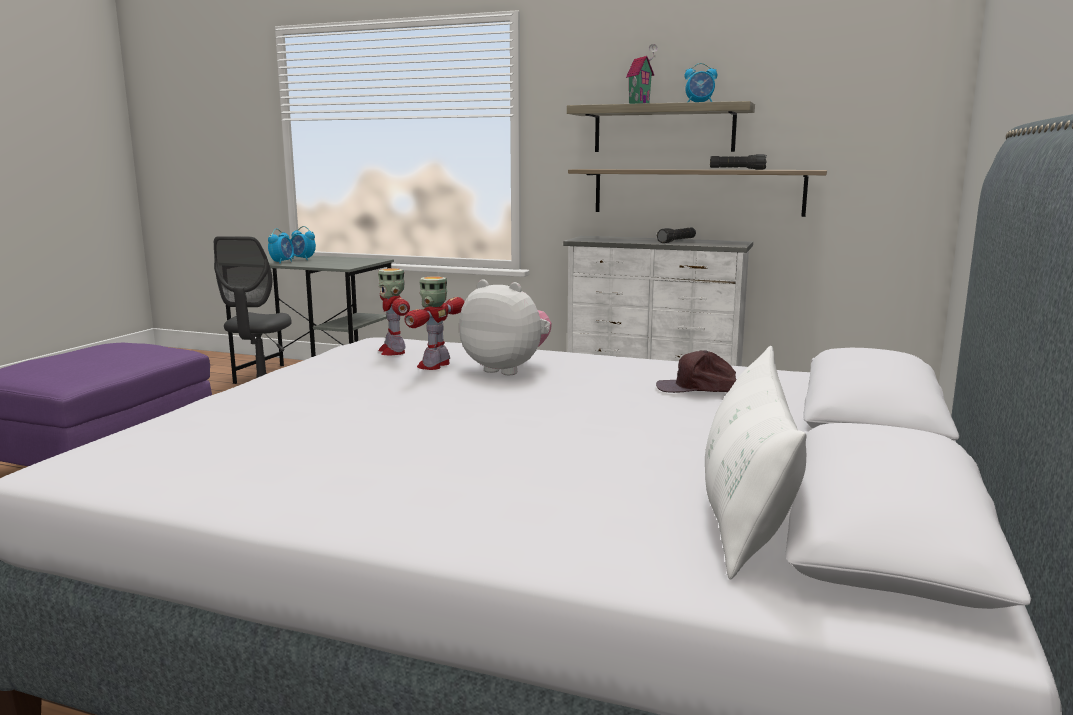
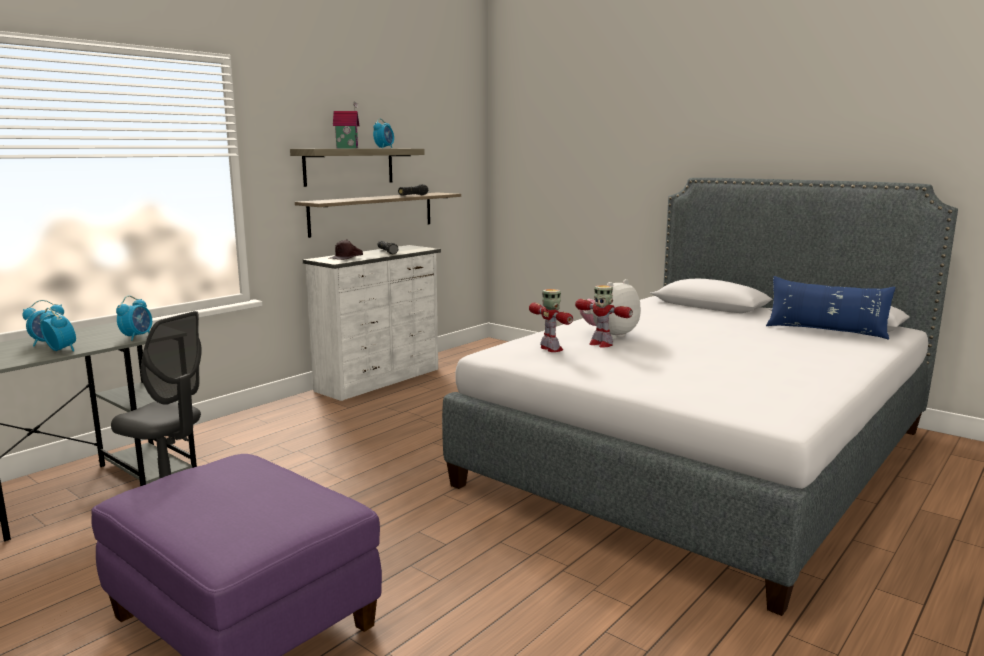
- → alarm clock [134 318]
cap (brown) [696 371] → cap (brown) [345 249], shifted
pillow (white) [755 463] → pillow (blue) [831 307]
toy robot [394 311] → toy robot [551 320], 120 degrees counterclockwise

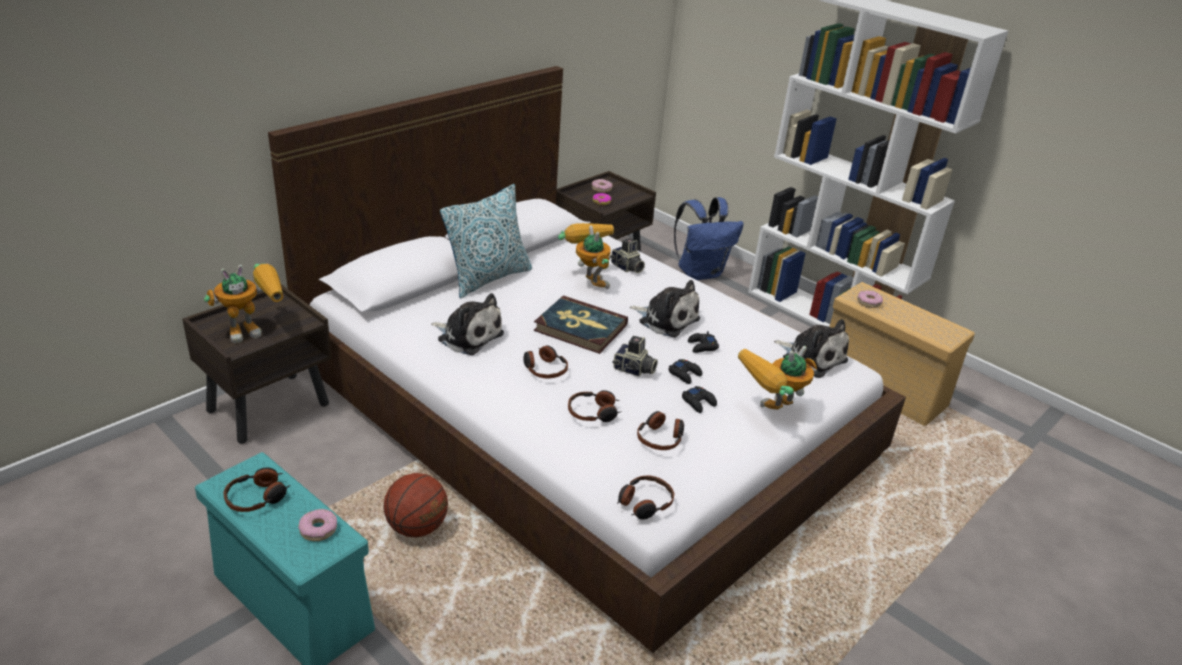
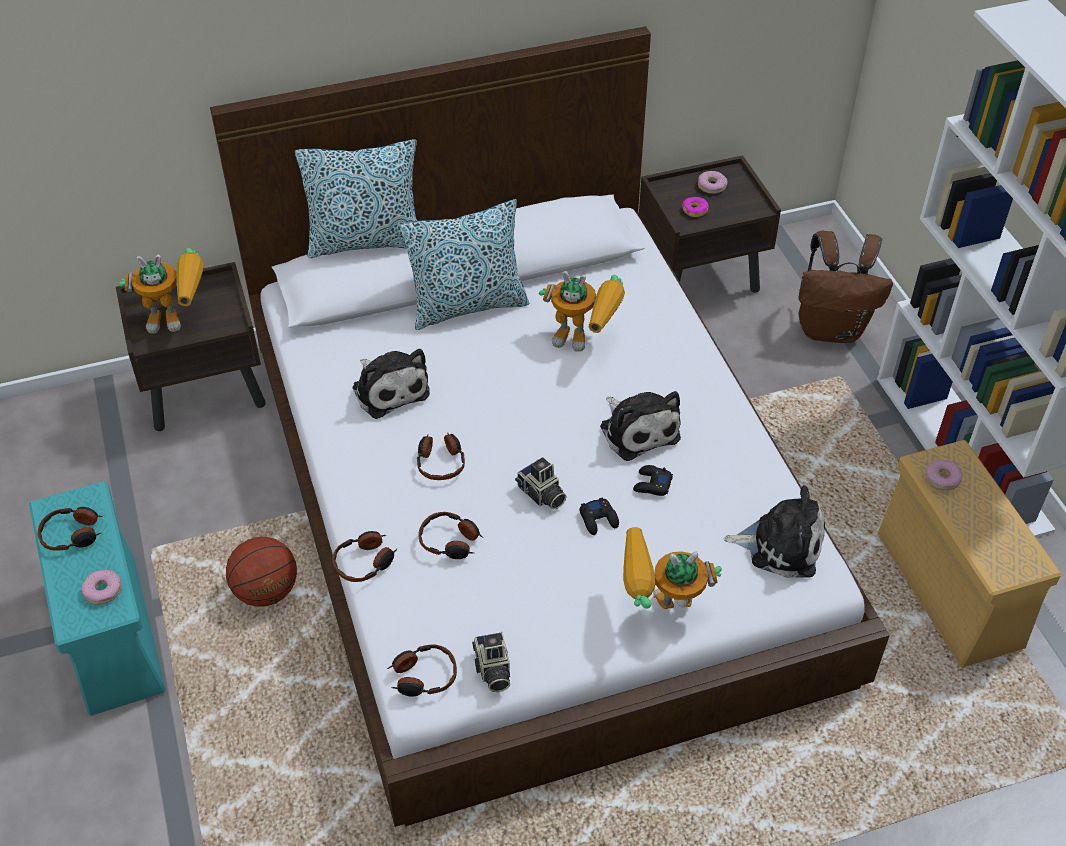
book [581 325] → -
game controller (black) [699 399] → -
- → pillow [356 198]
photo camera [627 255] → photo camera [491 662], shifted
headphones [660 430] → headphones [364 556], shifted
backpack (blue) [709 238] → backpack (brown) [845 287]
toy robot [586 256] → toy robot [582 311], 105 degrees clockwise
plush toy [811 348] → plush toy [774 531], 60 degrees counterclockwise

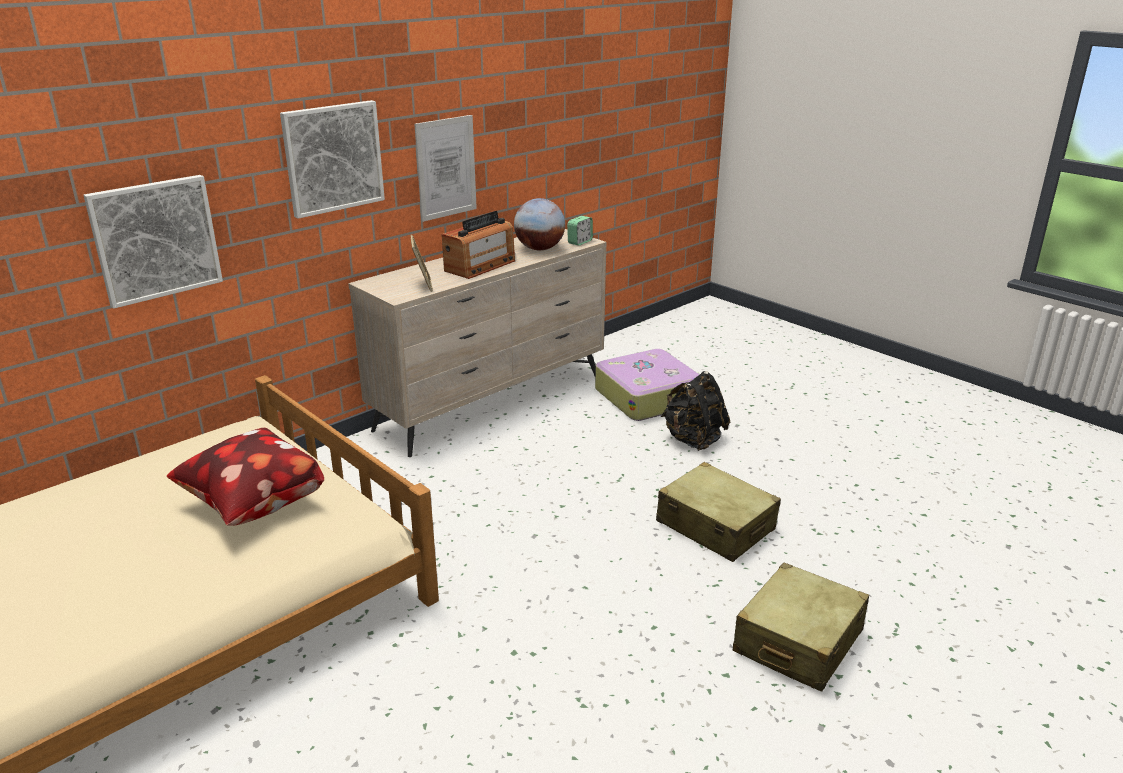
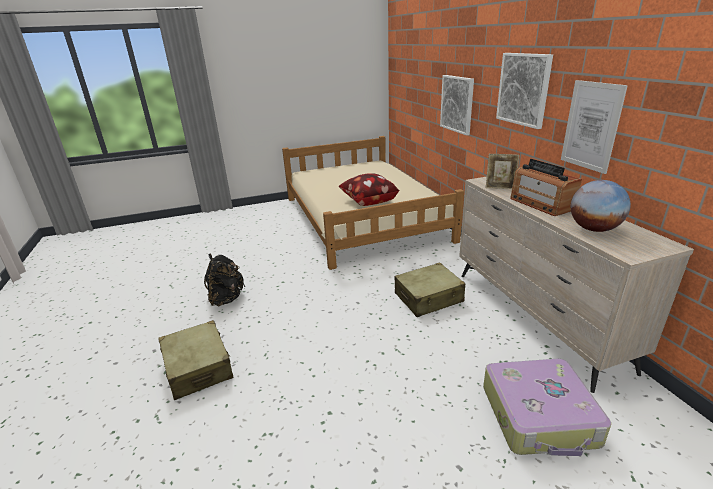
alarm clock [580 231] → -
suitcase (beige) [718 512] → suitcase (beige) [429 290], shifted
backpack (black) [695 411] → backpack (black) [224 280], shifted

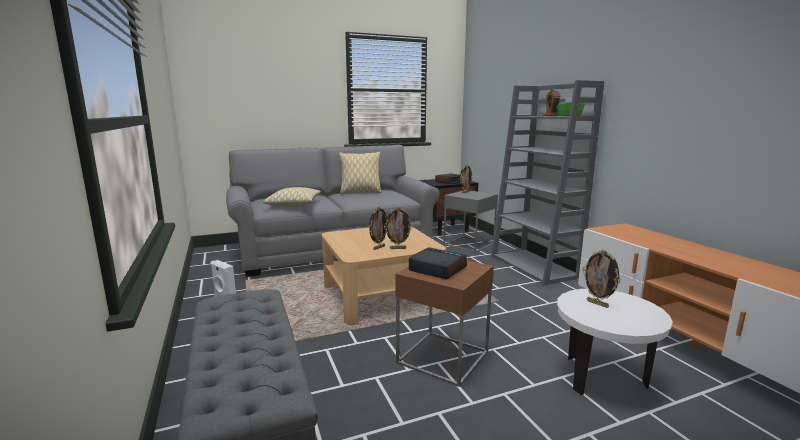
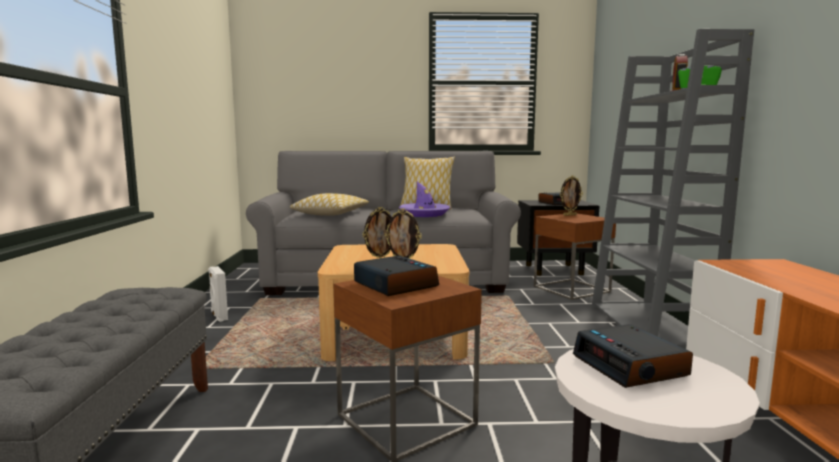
- → hat (purple) [424 199]
picture frame [601 278] → alarm clock [633 356]
side table (grey) [470 221] → side table (brown) [575 256]

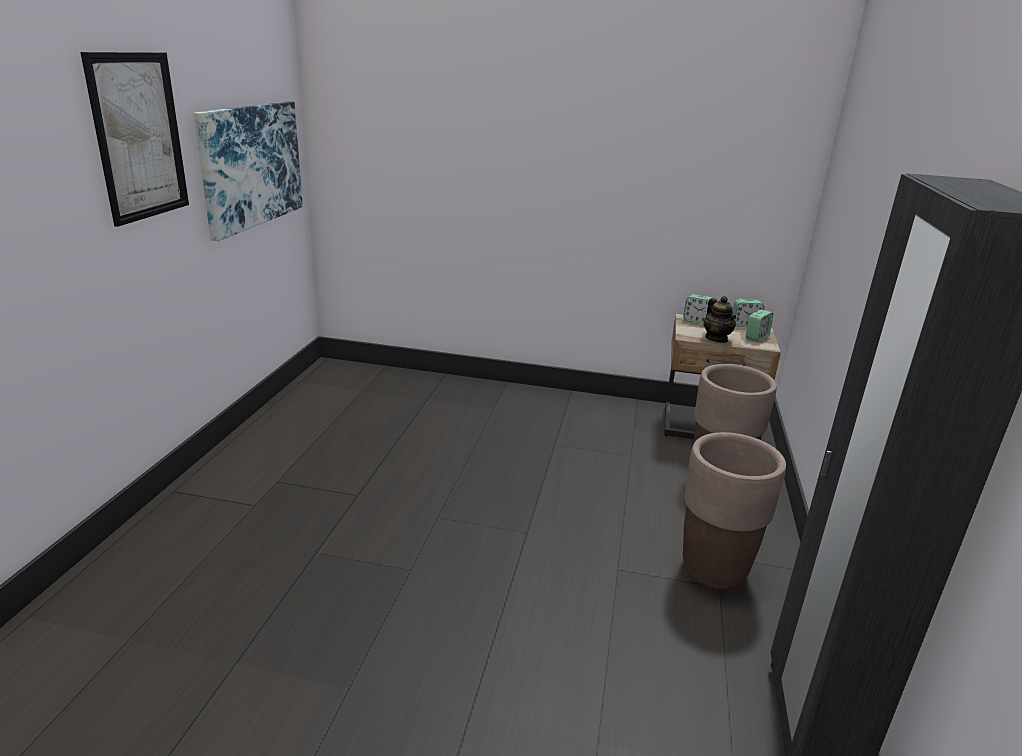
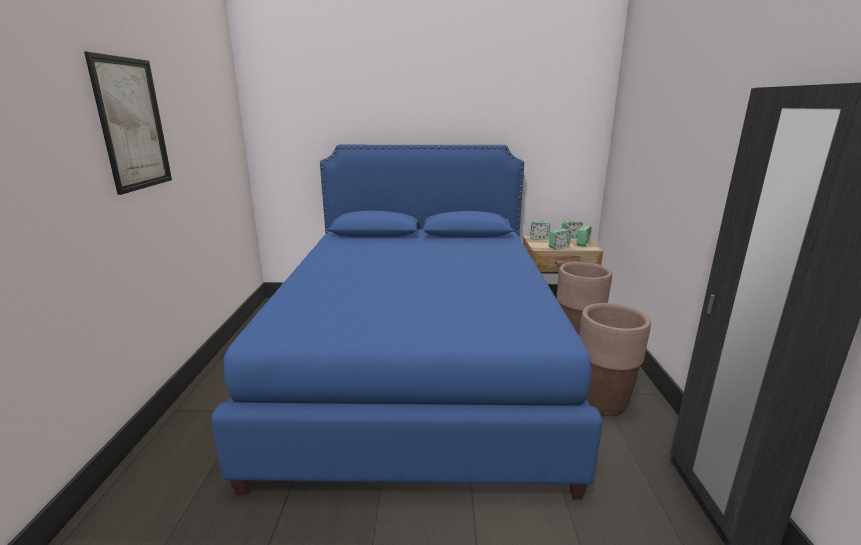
picture [248 171] → -
- → bed (blue) [407 322]
teapot [719 319] → alarm clock [560 239]

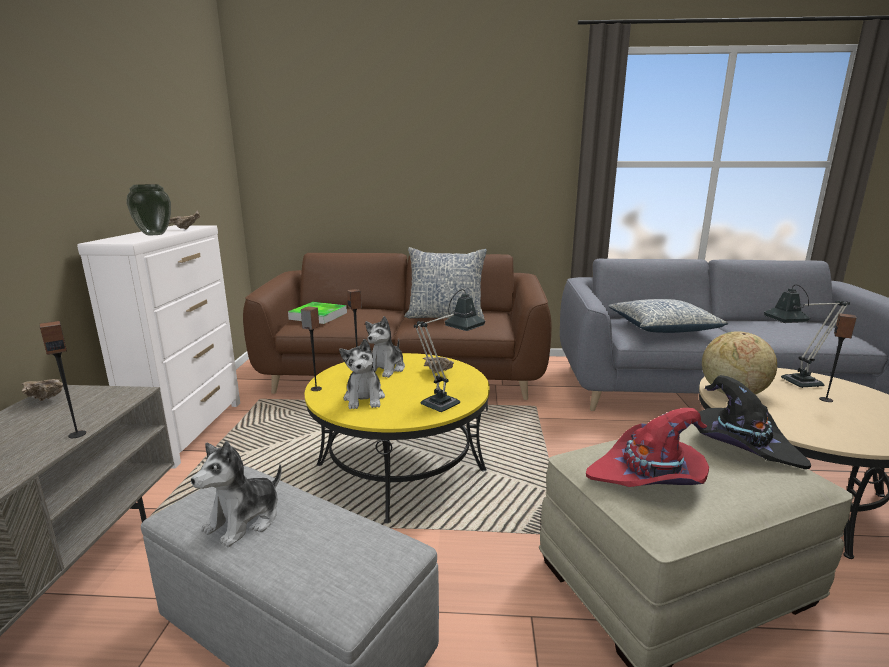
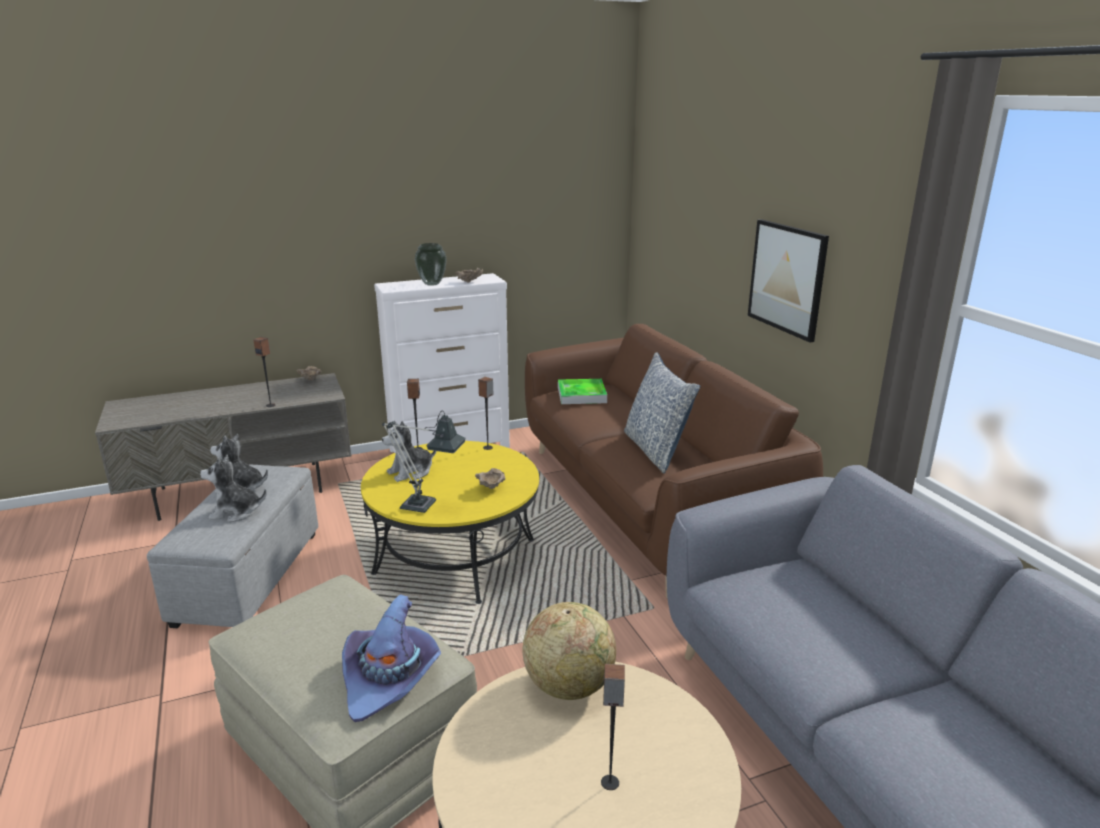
hat (red) [647 447] → -
pillow [668 316] → -
table lamp [807 336] → -
- → picture [788 281]
plush toy [385 347] → plush toy [233 488], shifted
hat (black) [754 422] → hat (purple) [391 658]

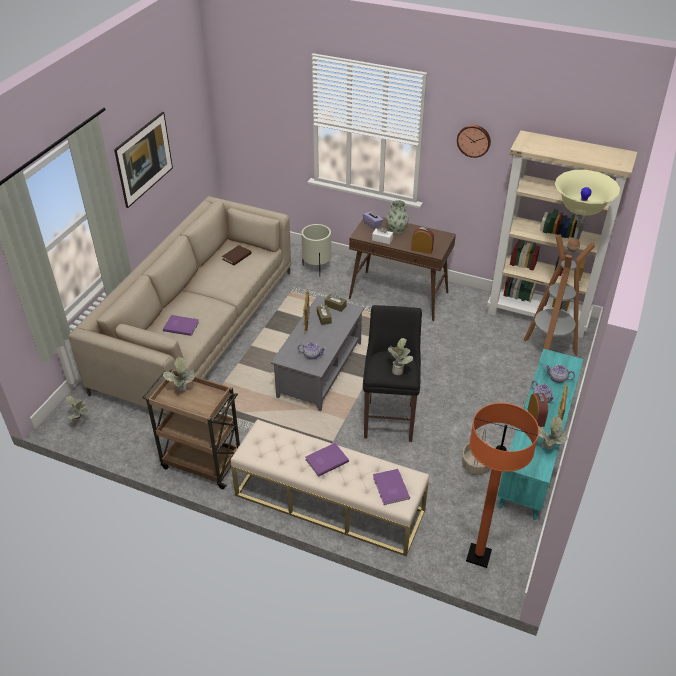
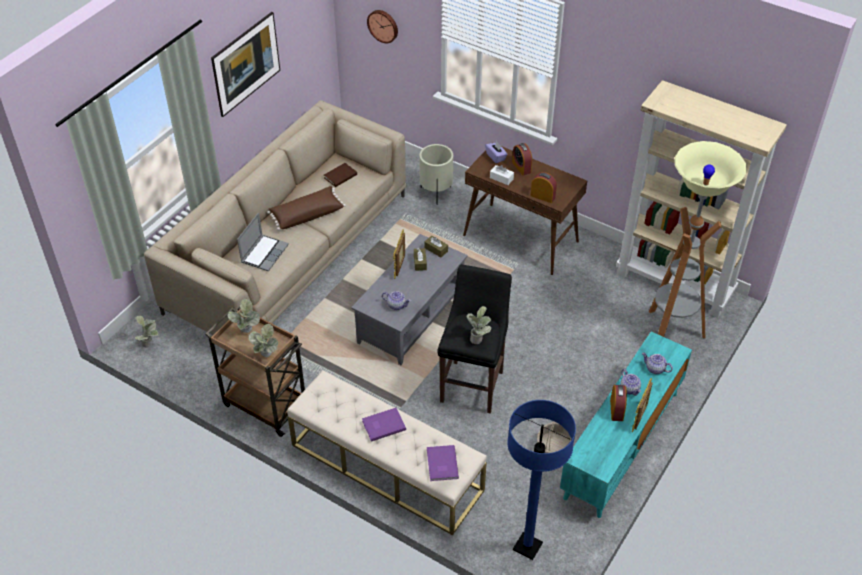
- → pillow (brown) [306 208]
wall clock [474 141] → wall clock [382 26], shifted
potted plant [553 432] → potted plant [263 340], shifted
book (purple) [181 325] → laptop [263 242]
vase [397 217] → alarm clock [522 159]
floor lamp (orange) [502 485] → floor lamp (blue) [541 480]

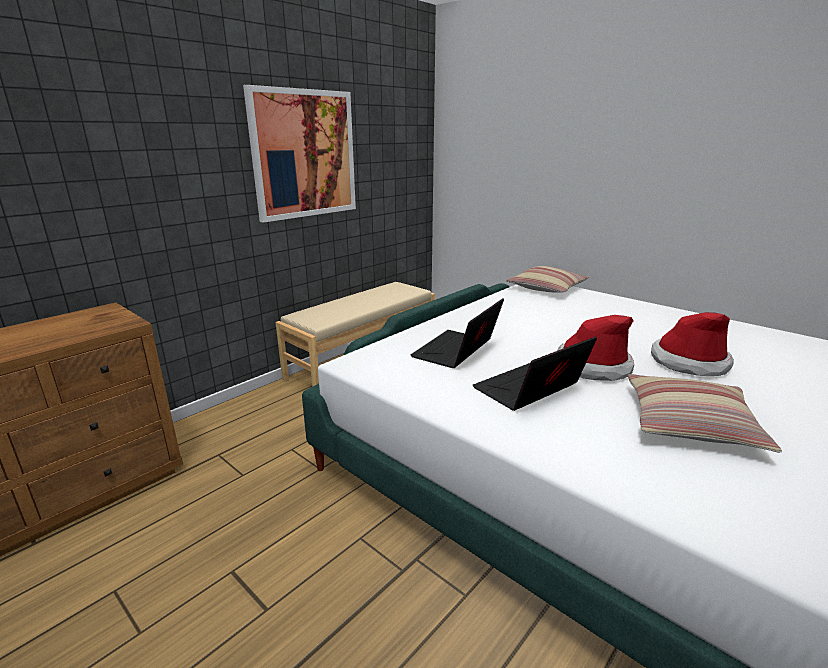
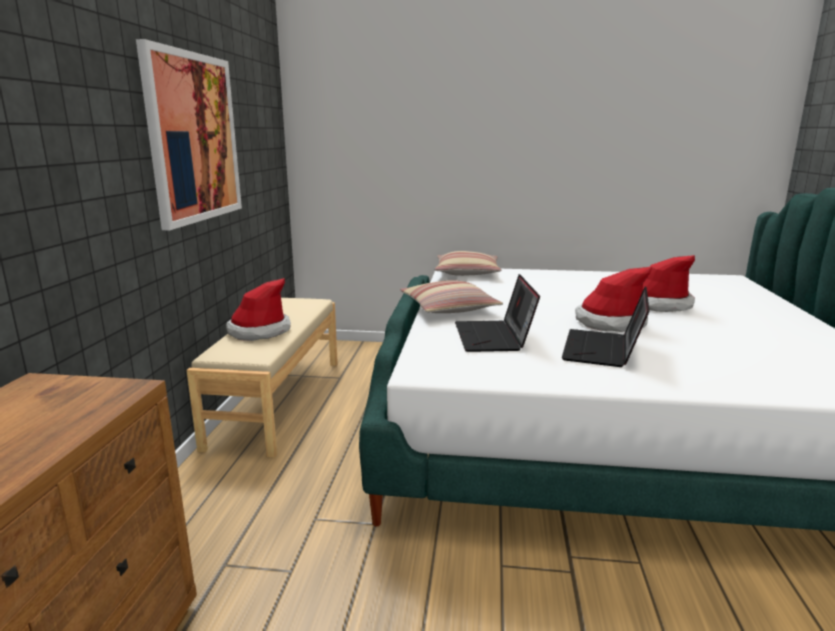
- → hat [258 309]
pillow [705 413] → pillow [451 296], shifted

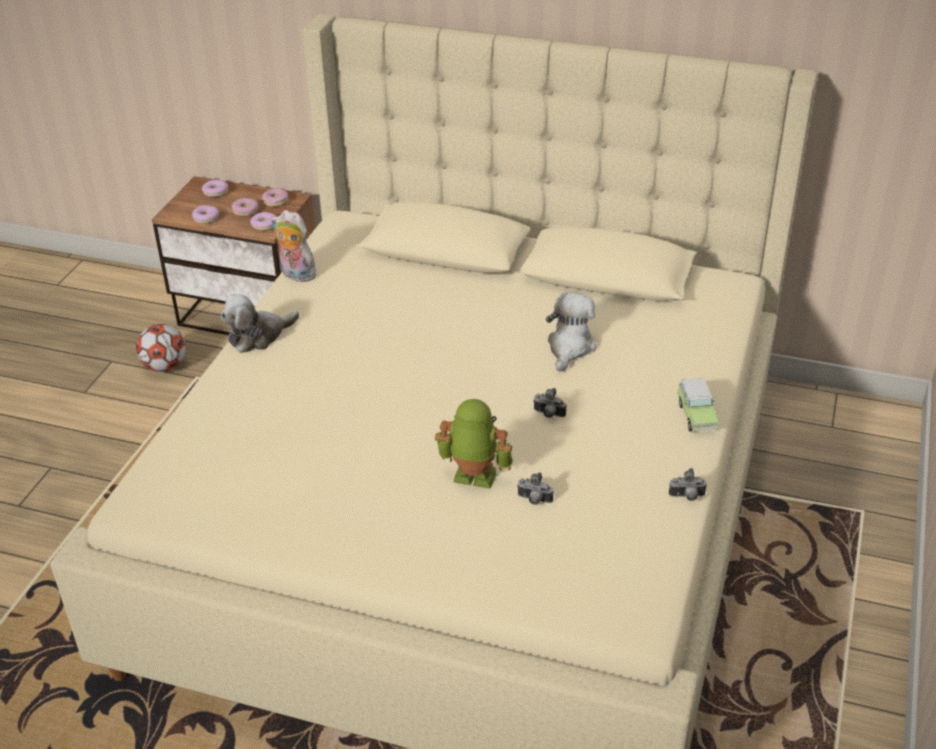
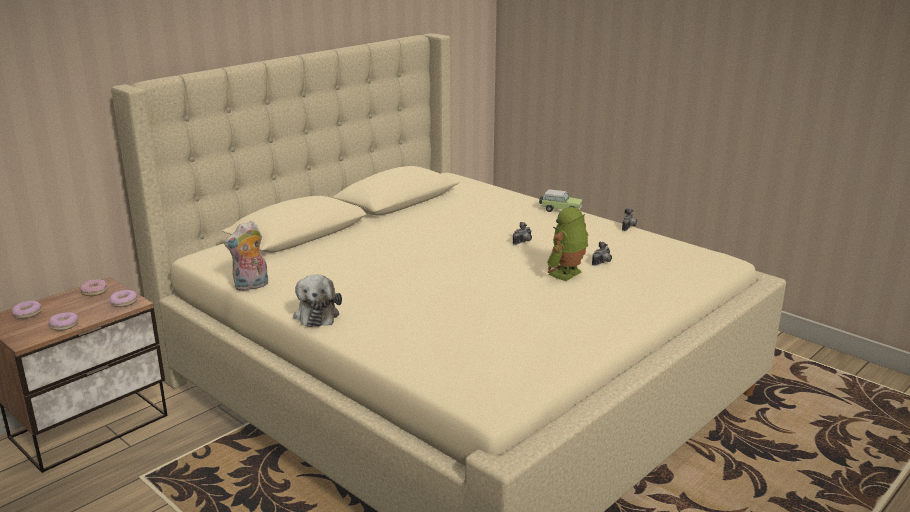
football [161 348] → -
donut [244 207] → -
plush toy [571 332] → -

